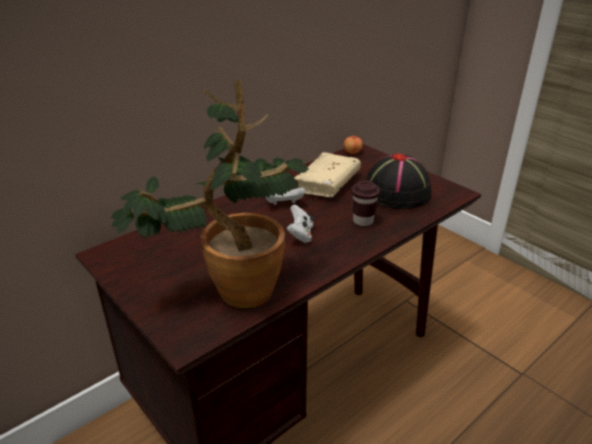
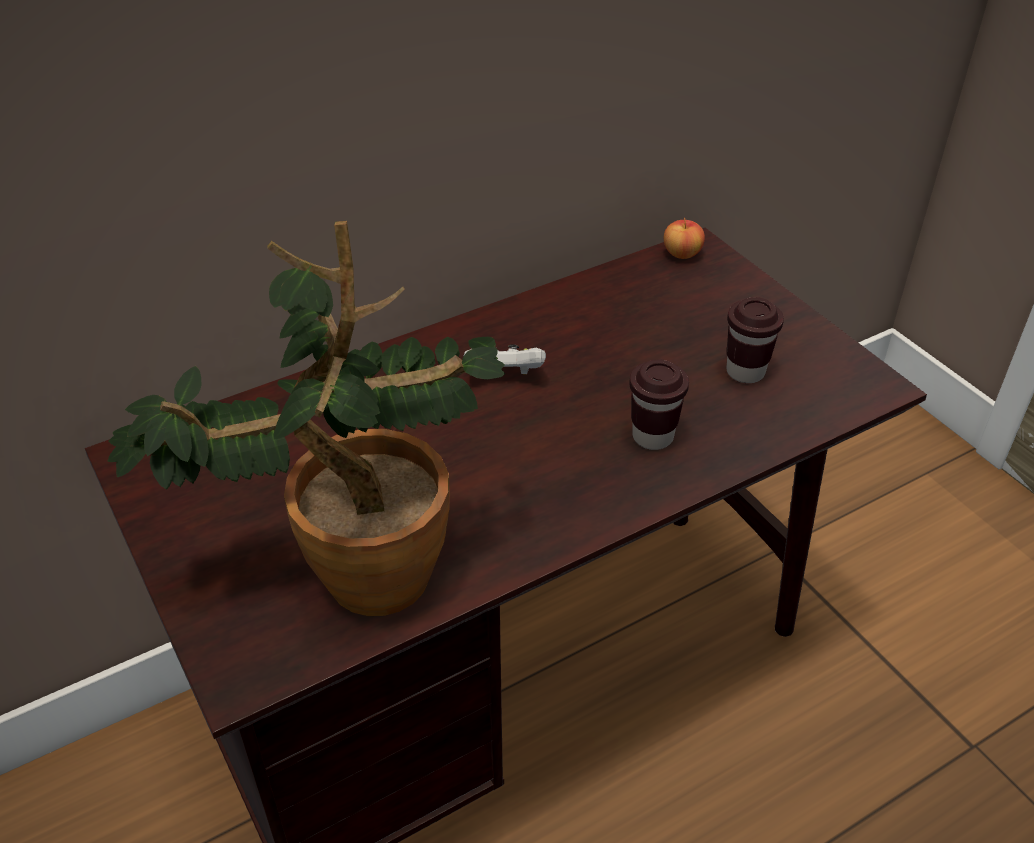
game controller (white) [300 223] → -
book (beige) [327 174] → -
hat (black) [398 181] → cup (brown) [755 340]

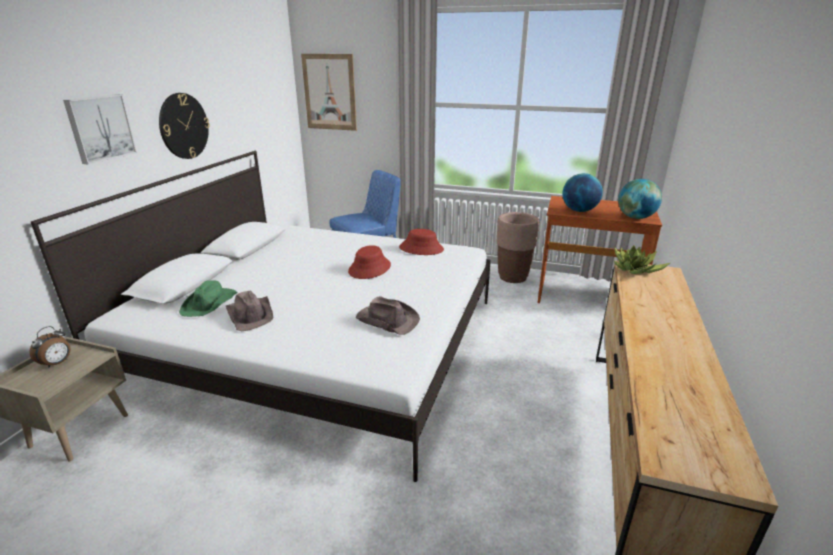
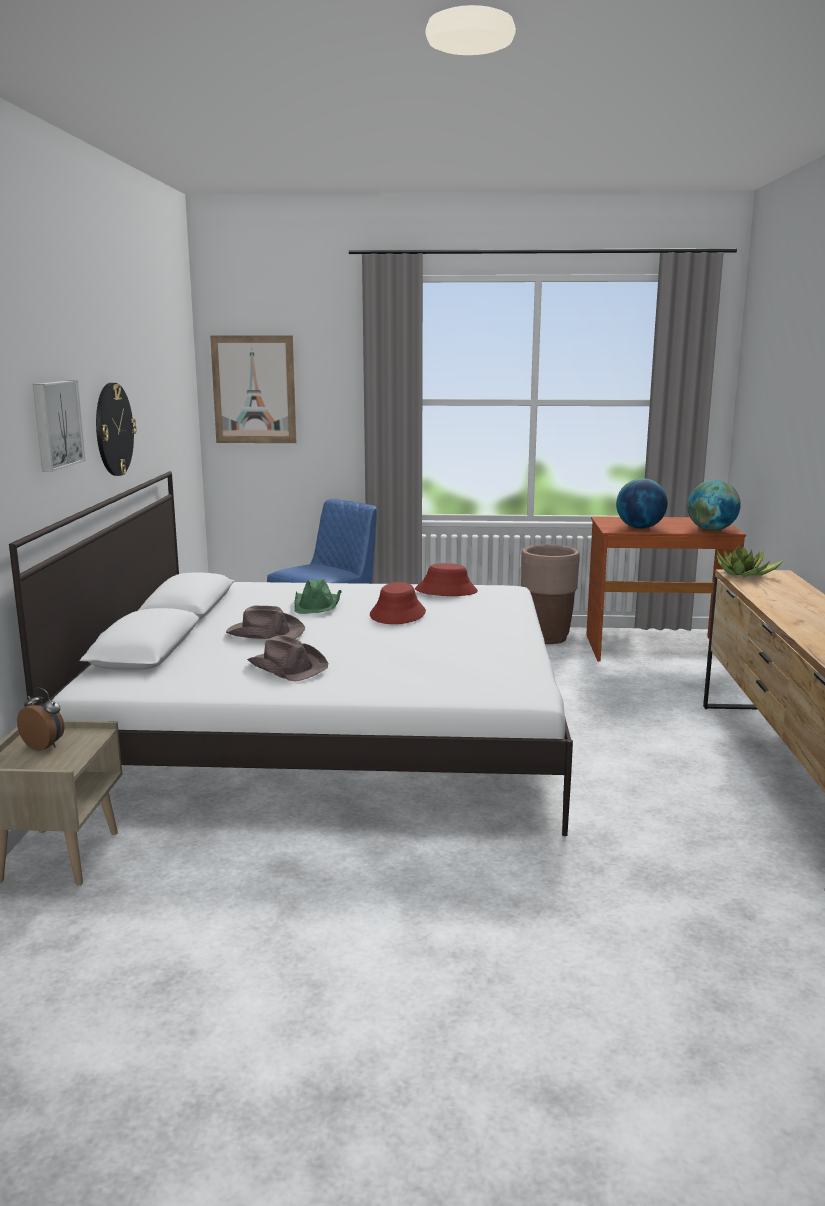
hat (green) [208 298] → hat (green) [318 596], shifted
hat (brown) [387 315] → hat (brown) [265 622], shifted
alarm clock [50 347] → alarm clock [40 719], 75 degrees counterclockwise

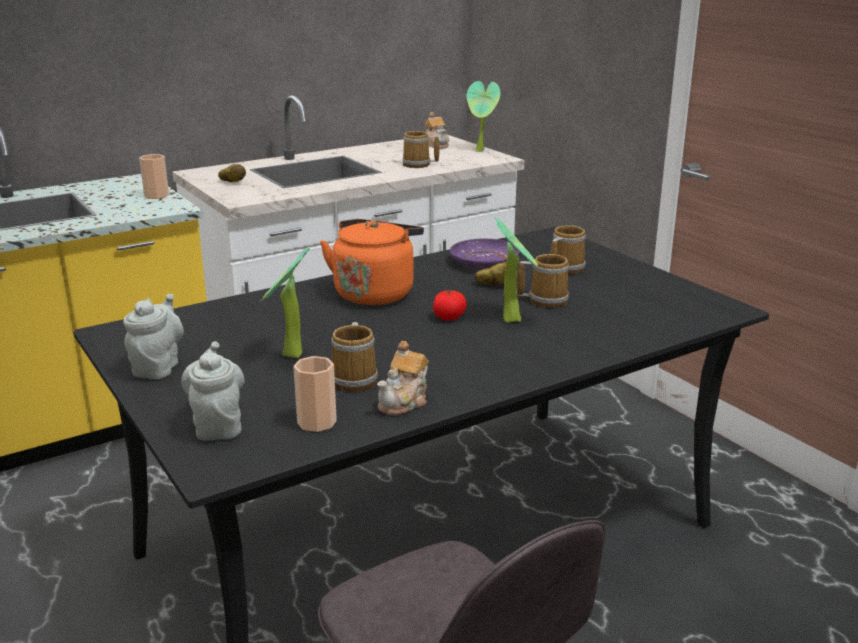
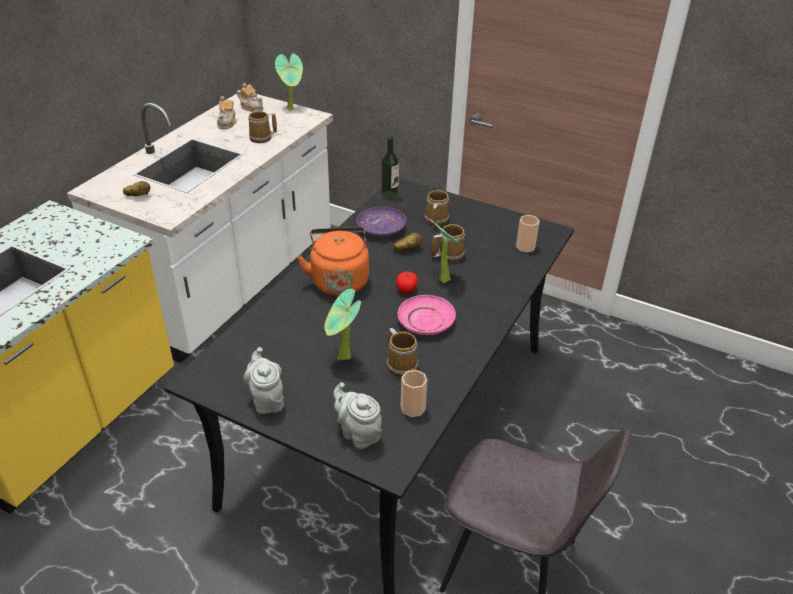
- → bottle [390 168]
- → plate (pink) [427 315]
cup [154 176] → cup [528 234], shifted
teapot [402 378] → teapot [227 112], shifted

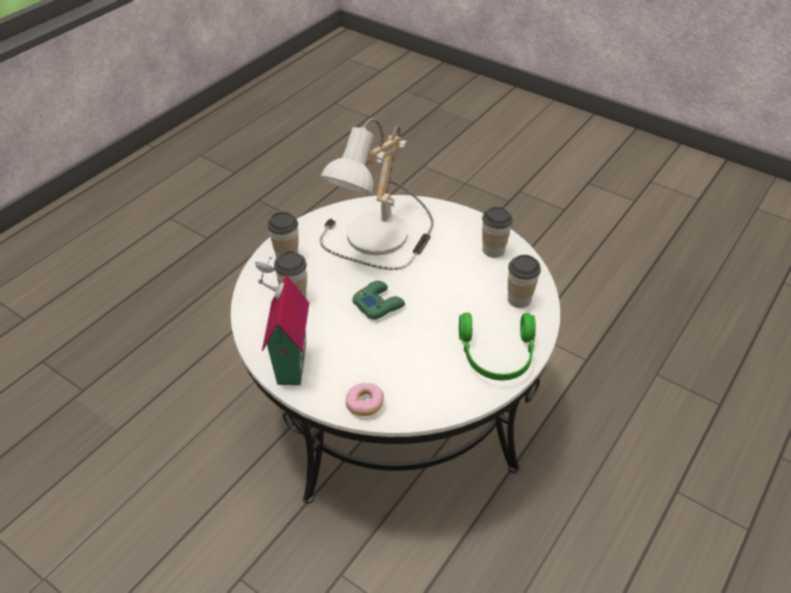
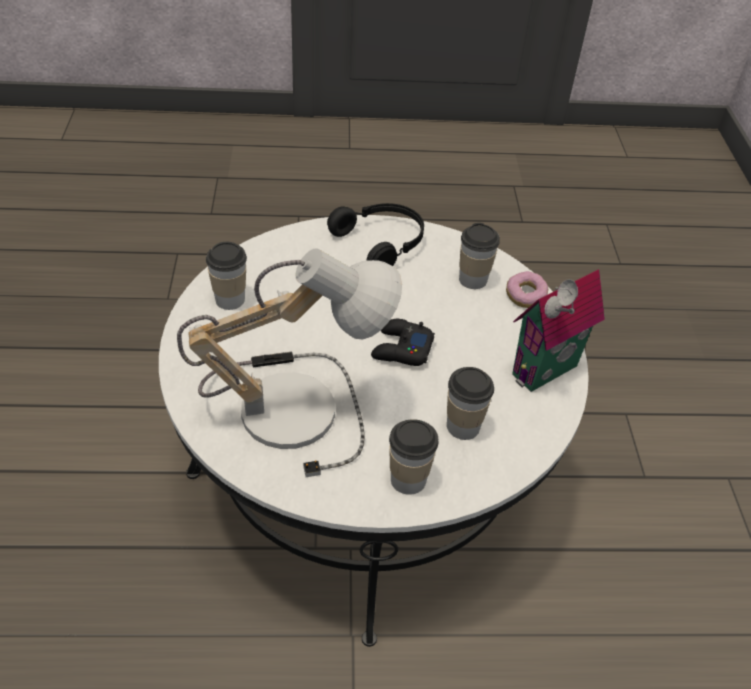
cup [524 281] → cup [479 256], shifted
game controller (green) [378 300] → game controller (black) [403 342]
headphones (green) [497 346] → headphones (black) [375 234]

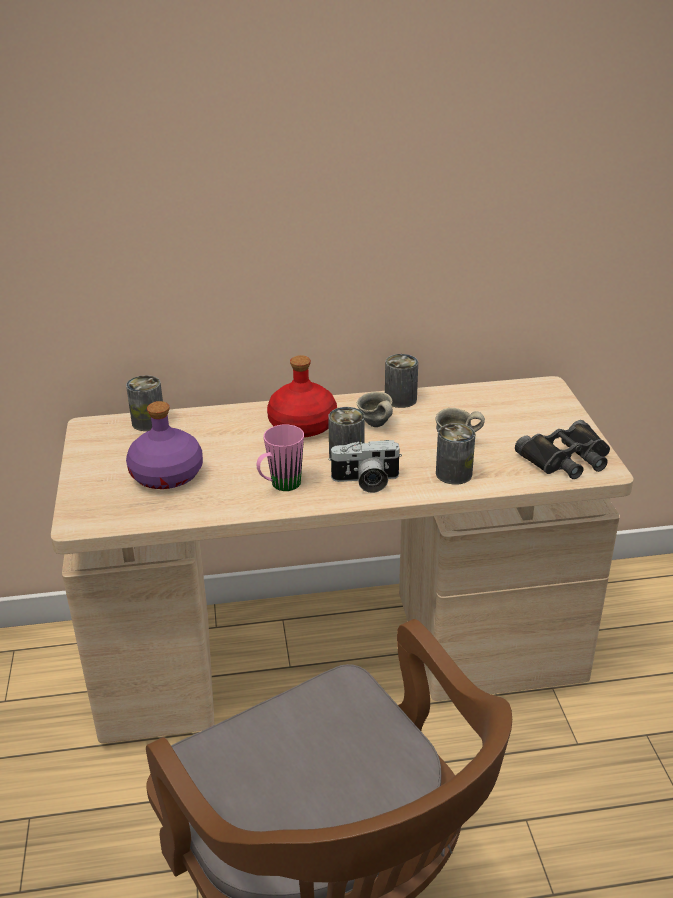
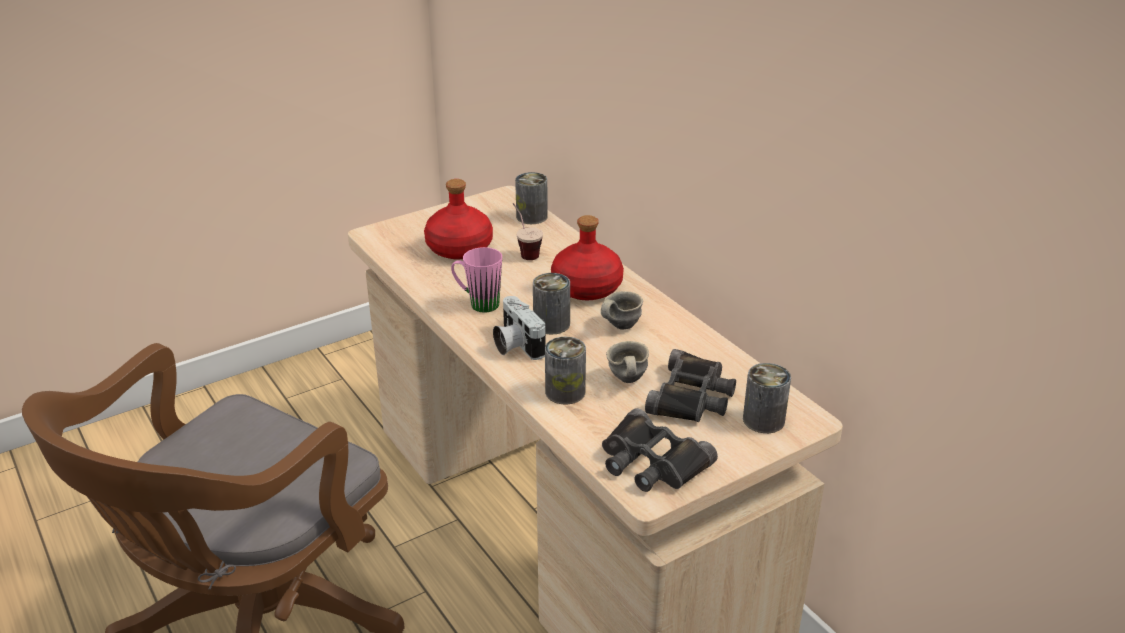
- → cup [528 231]
- → binoculars (black) [690 385]
can [401 381] → can [767 398], shifted
bottle (purple) [164 445] → bottle (red) [458 219]

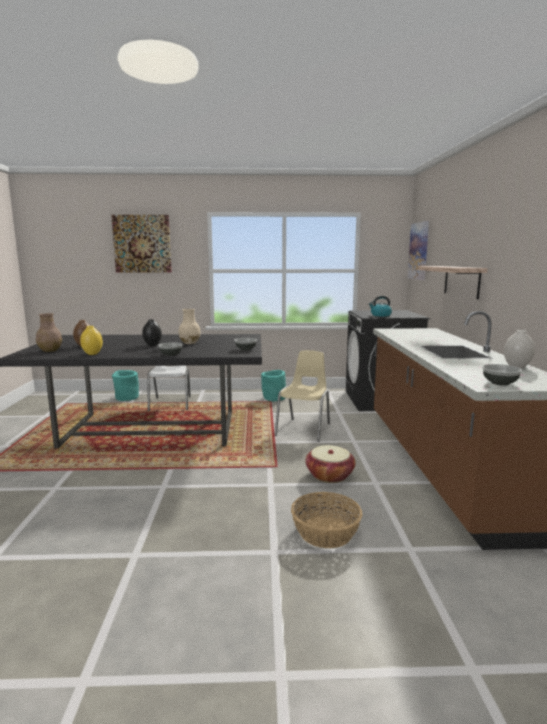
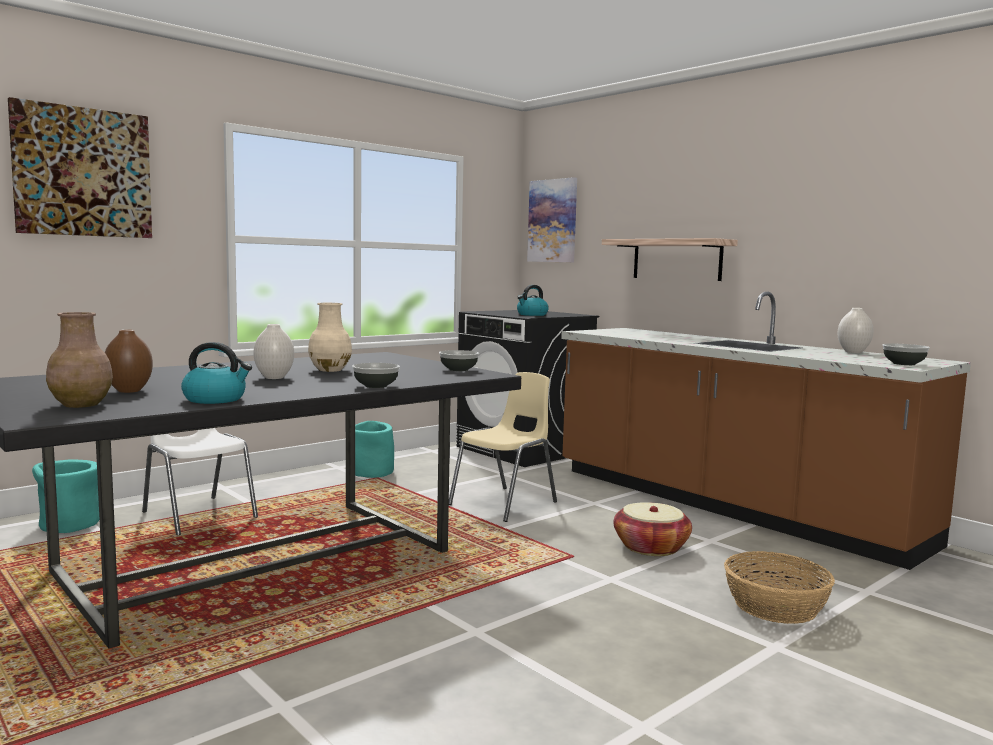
vase (yellow) [91 340] → kettle [216 373]
vase (black) [152 332] → vase (white) [273 351]
chair (beige) [302 396] → chair (beige) [503 447], 60 degrees clockwise

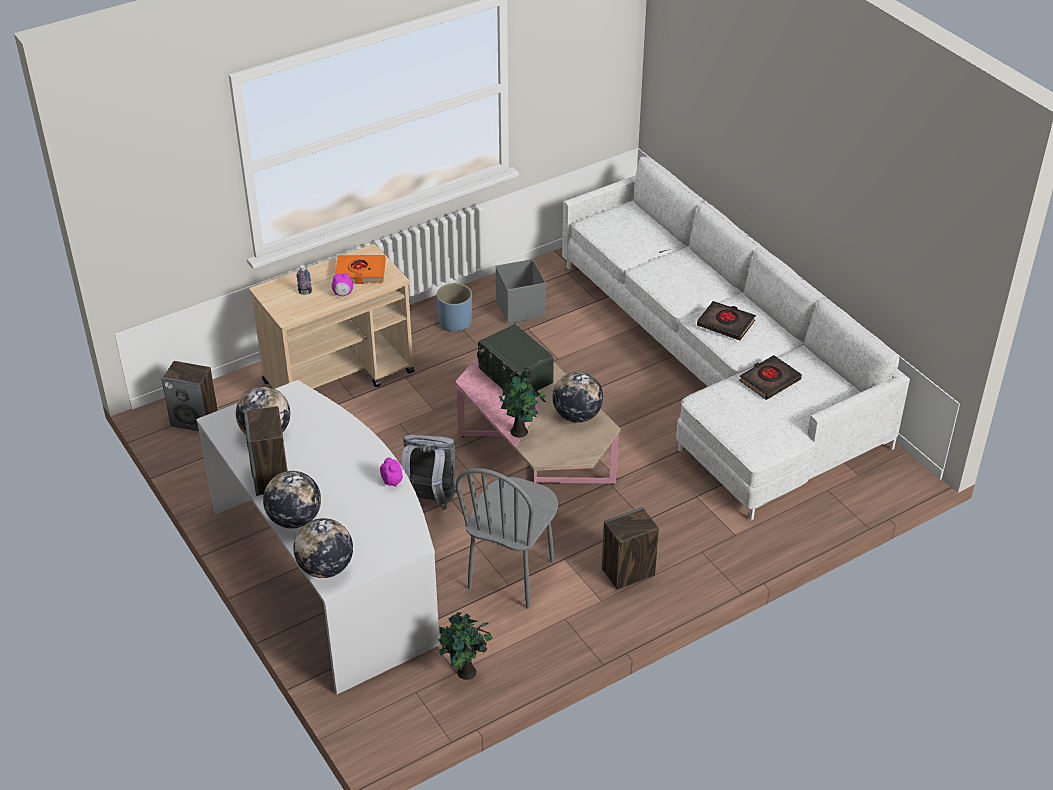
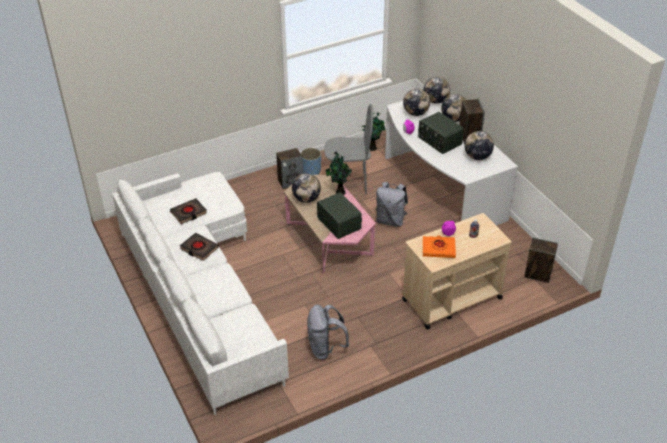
- → globe [416 102]
- → radio [441 133]
planter (blue) [454 307] → planter (blue) [311 161], shifted
storage box (grey) [521 291] → backpack (grey) [328 332]
chair (grey) [507 538] → chair (grey) [348 149], 60 degrees clockwise

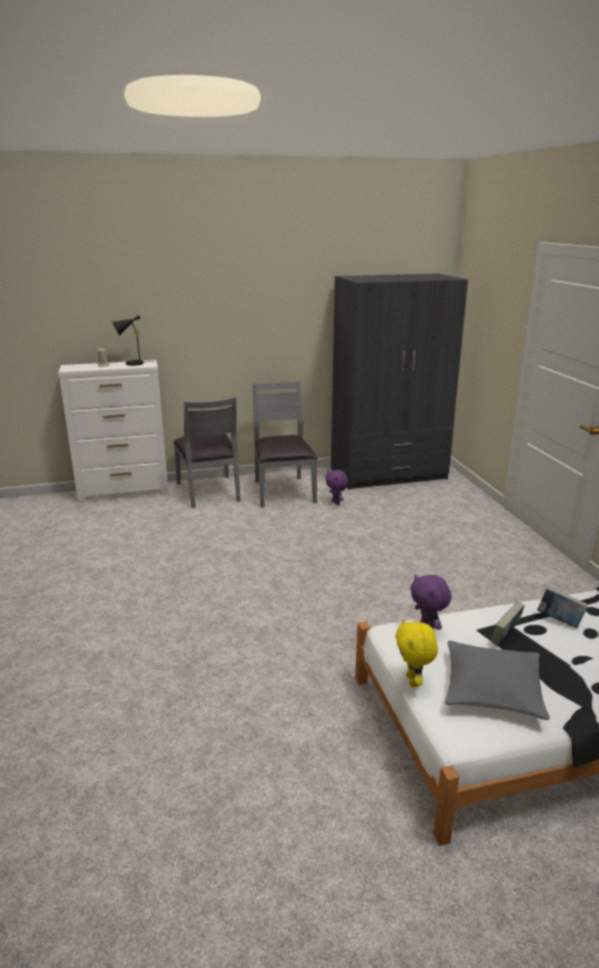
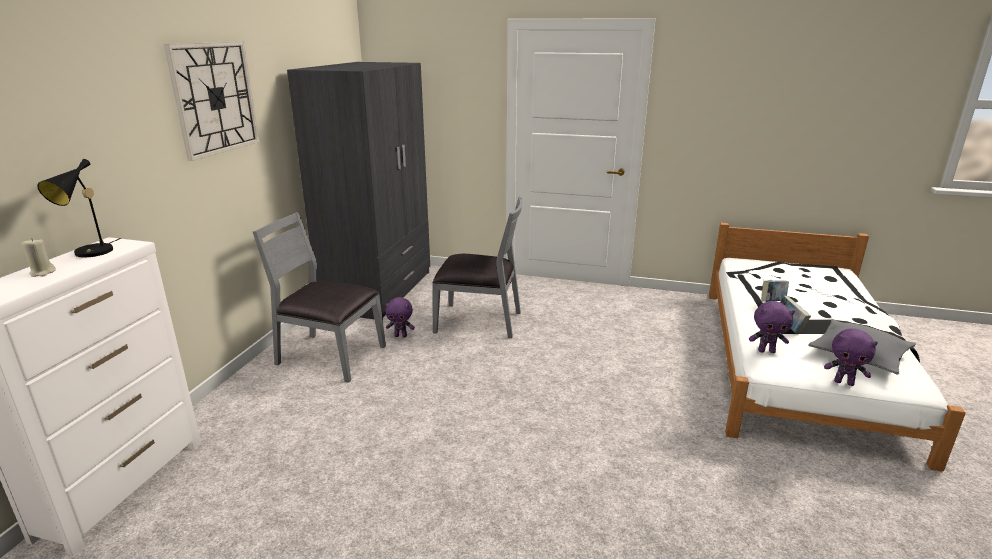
- → wall clock [211 101]
chair (grey) [207 452] → chair (grey) [477 267], shifted
plush toy (yellow) [417 653] → plush toy (purple) [851 357]

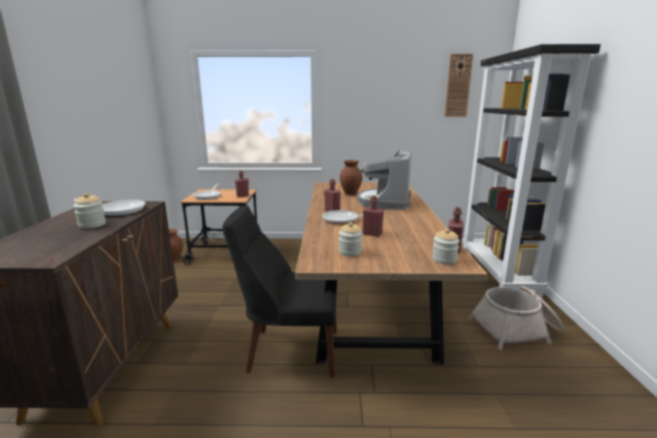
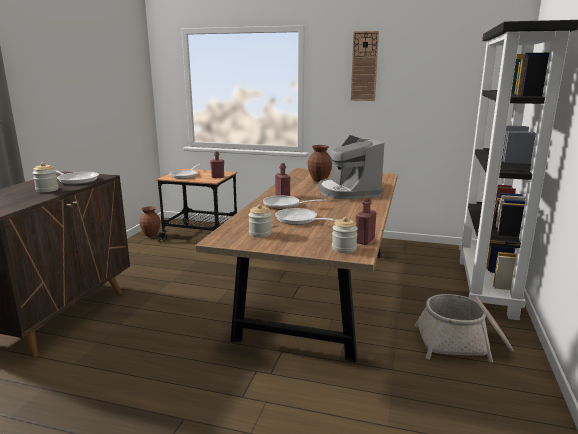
chair (black) [280 291] → -
wall clock [458 85] → wall clock [365 66], shifted
bottle (red) [373 216] → frying pan [306 216]
coffee machine [384 180] → coffee machine [351 167], 45 degrees counterclockwise

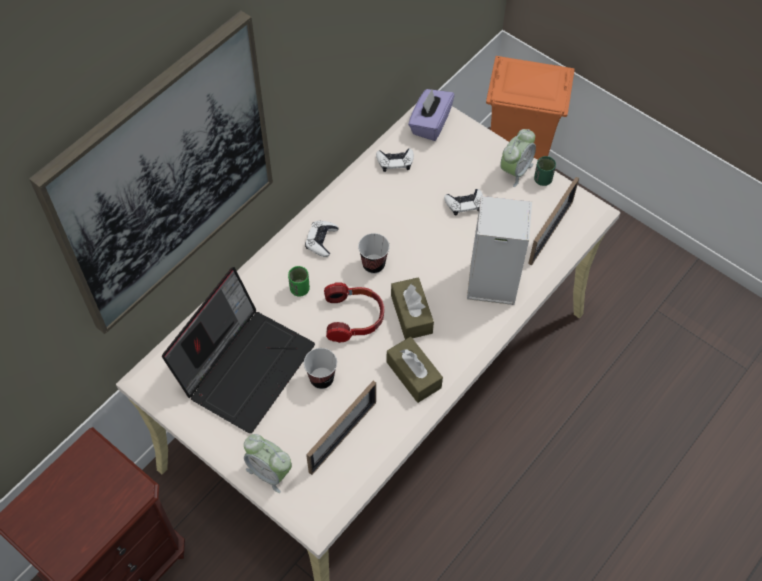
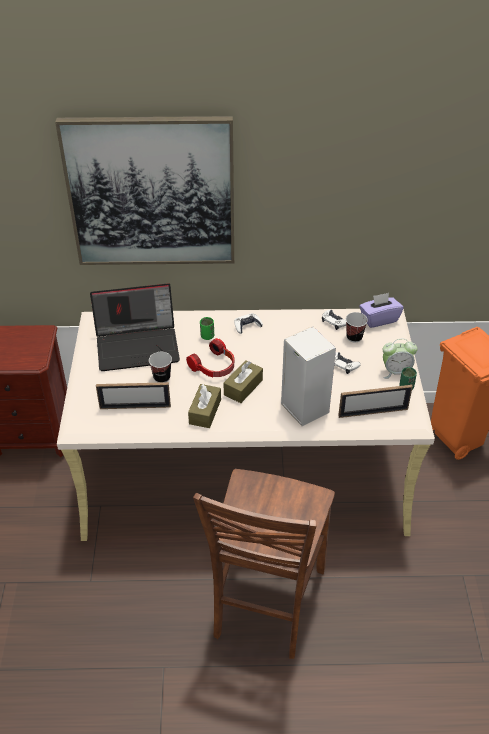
alarm clock [268 463] → -
- → chair (brown) [264 564]
cup [374 253] → cup [357 327], shifted

